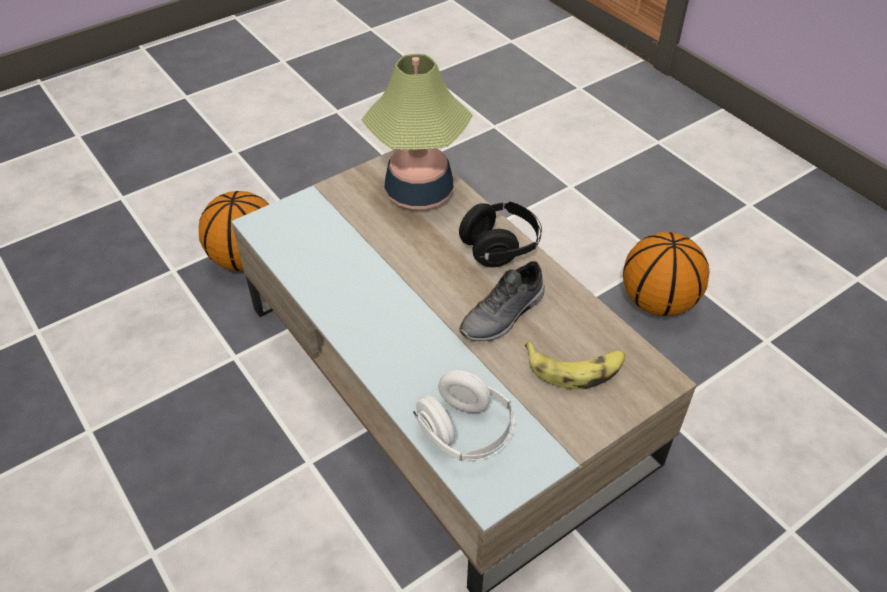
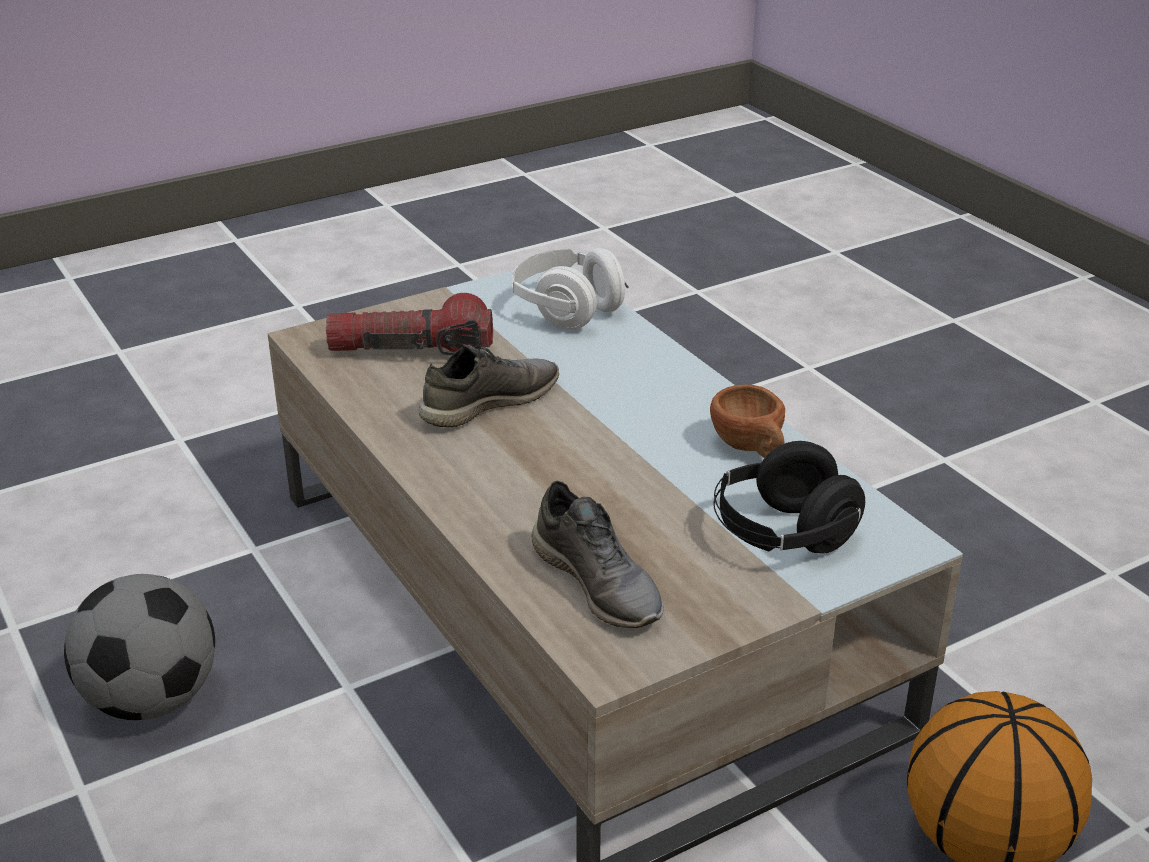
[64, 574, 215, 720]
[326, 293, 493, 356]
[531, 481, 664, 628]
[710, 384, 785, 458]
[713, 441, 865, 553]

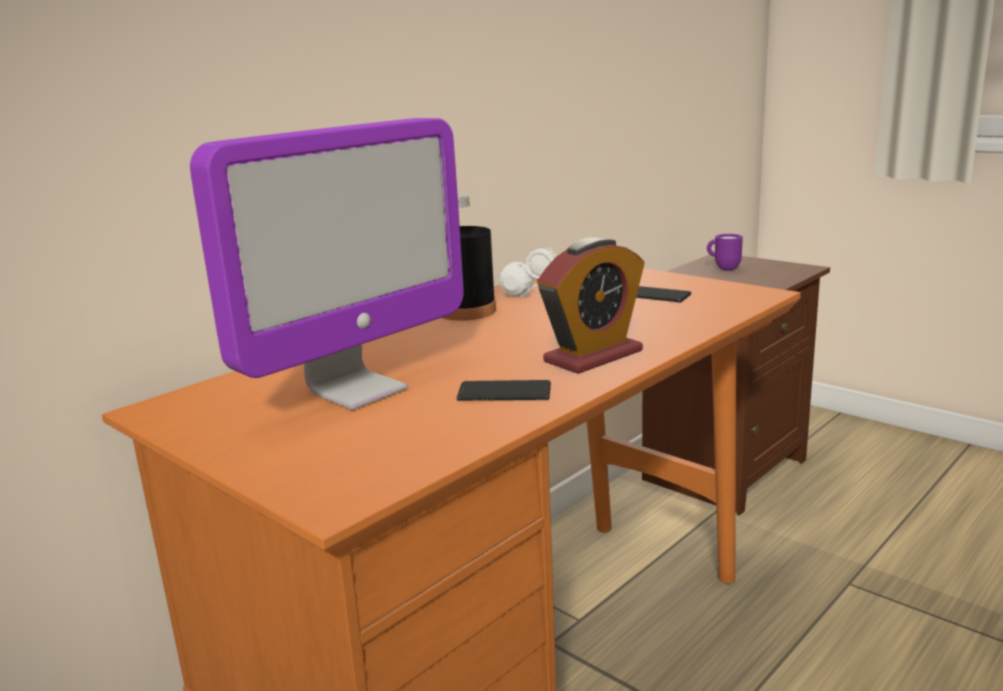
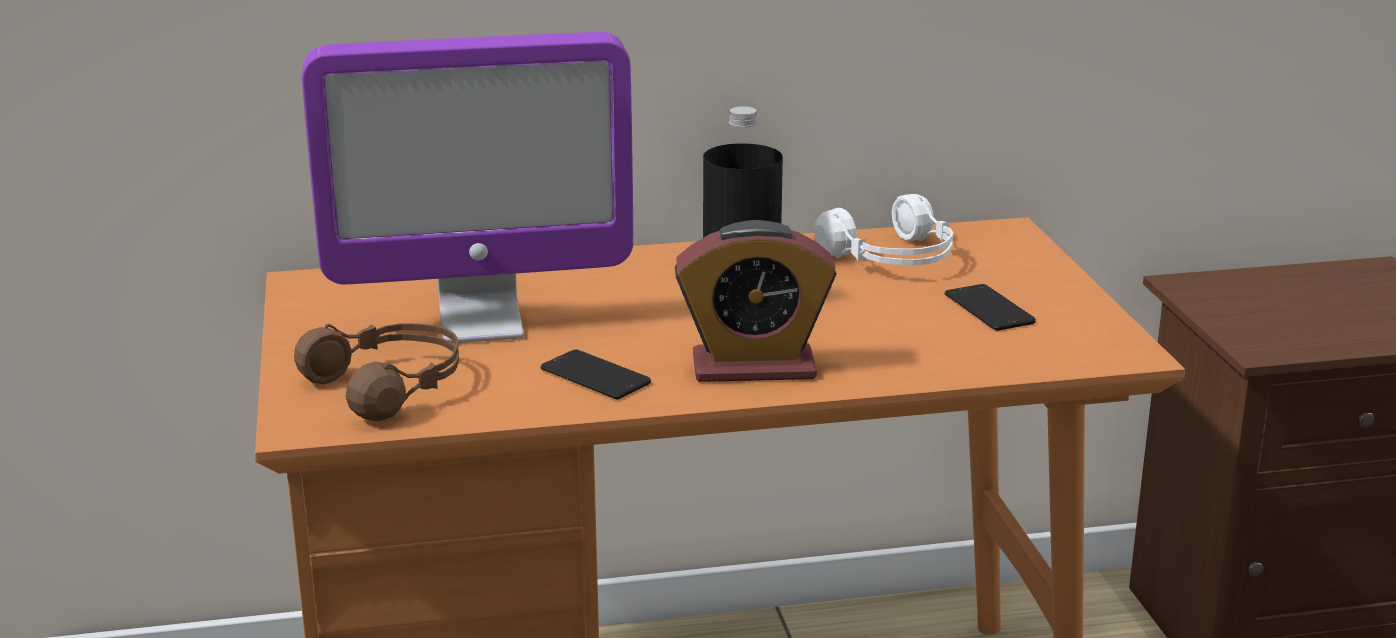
[294, 323, 459, 421]
[707, 234, 743, 271] (first image)

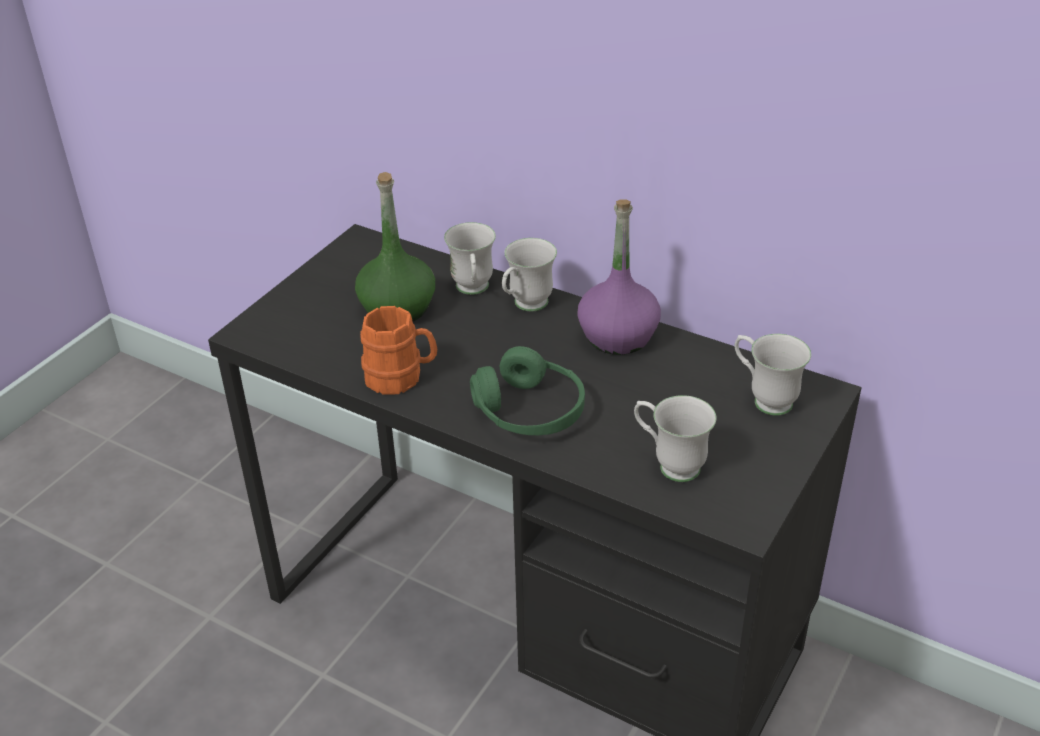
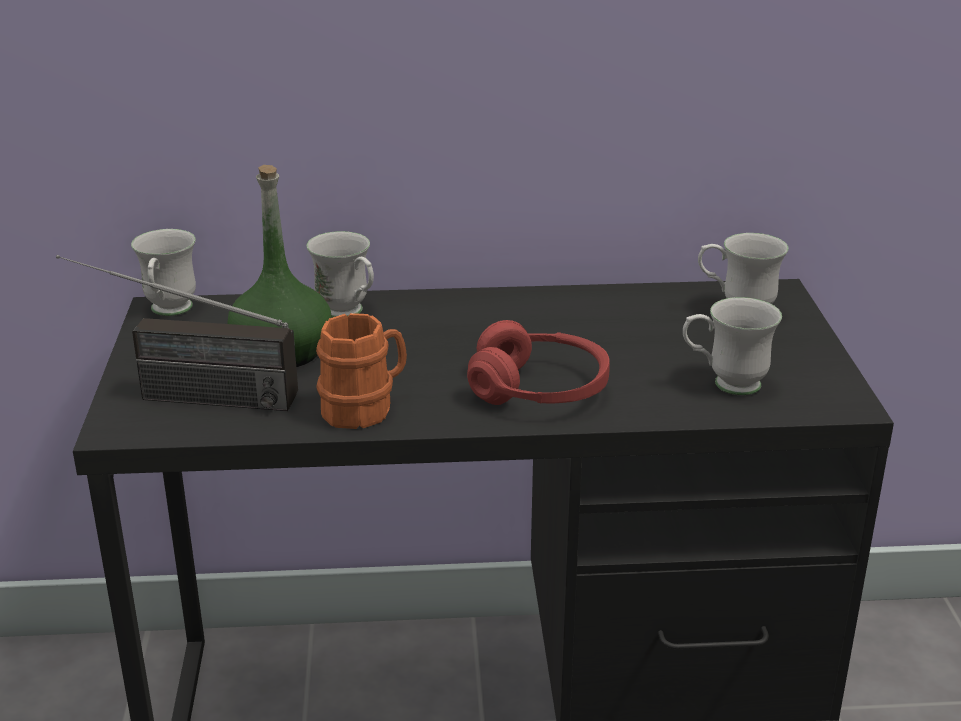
[56, 255, 298, 411]
[131, 229, 196, 316]
[467, 320, 610, 405]
[577, 199, 661, 355] (first image)

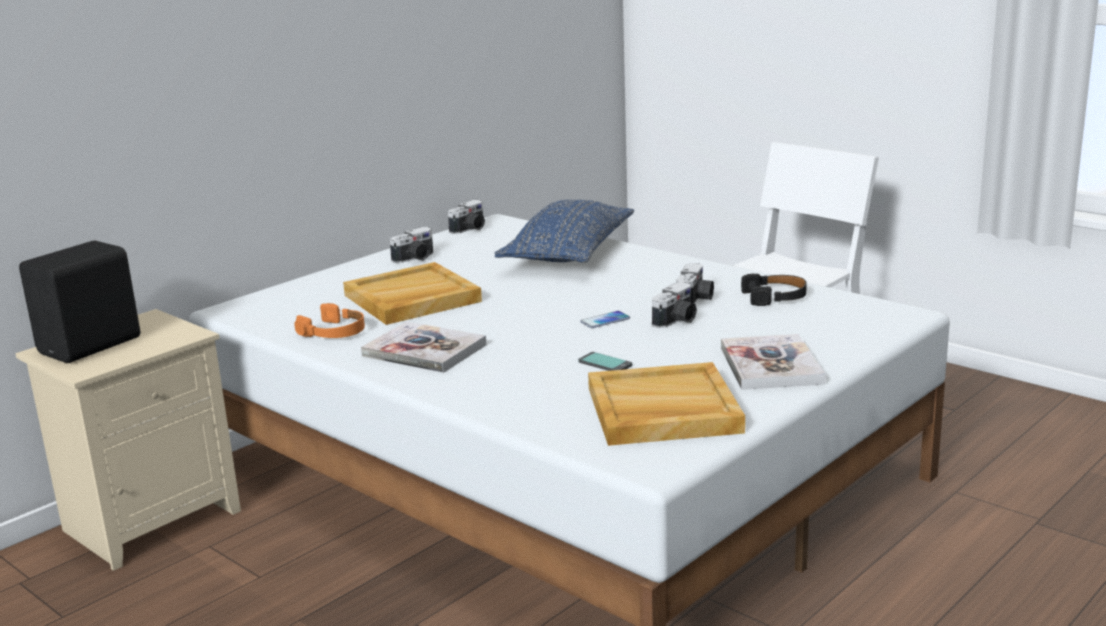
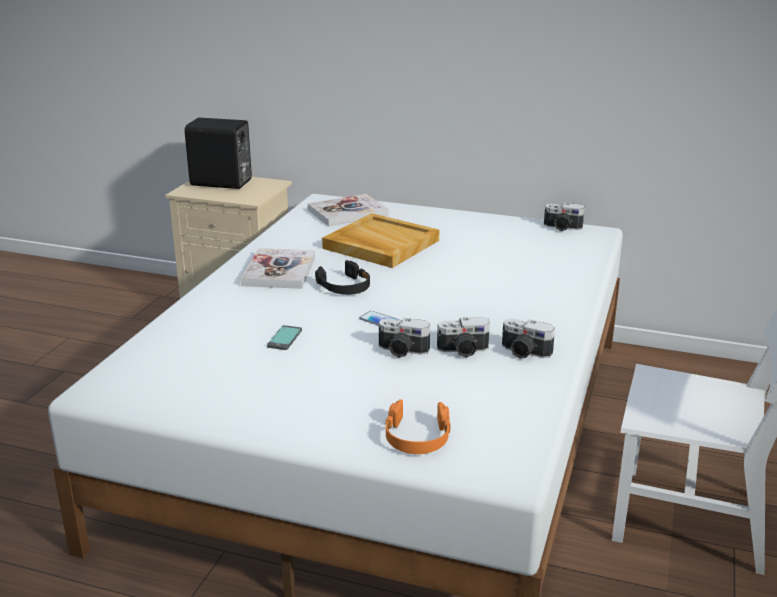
[308, 194, 389, 226]
[315, 260, 370, 295]
[385, 399, 450, 454]
[502, 319, 555, 359]
[495, 200, 634, 262] (first image)
[588, 362, 745, 446] (first image)

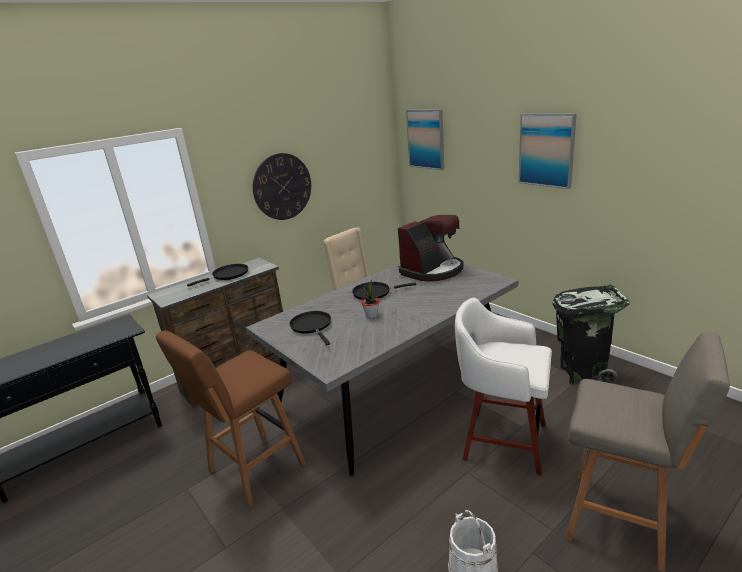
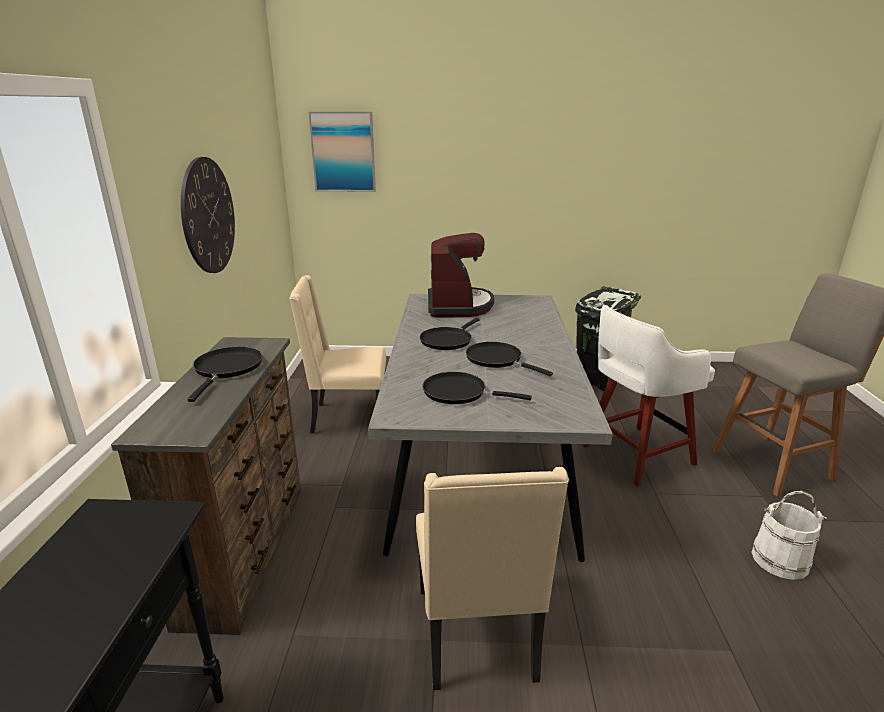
[416, 467, 569, 690]
[466, 342, 553, 376]
[519, 113, 577, 189] (first image)

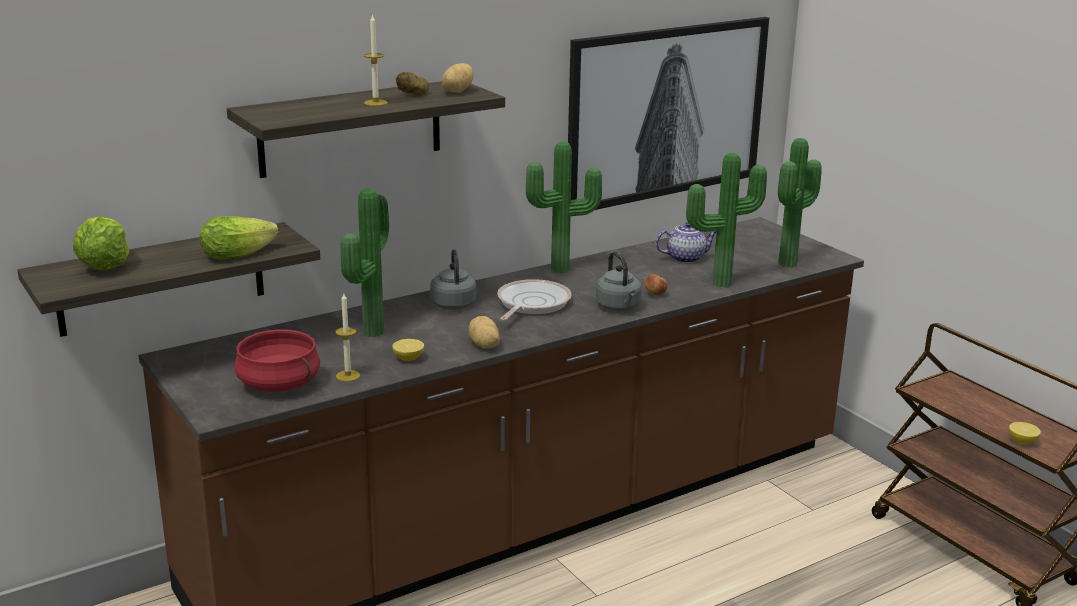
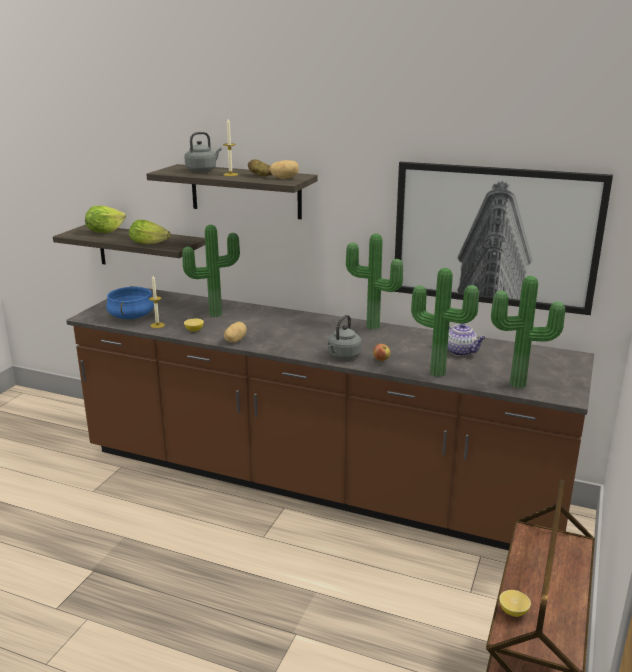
[106, 287, 154, 319]
[184, 132, 222, 172]
[497, 279, 572, 321] (first image)

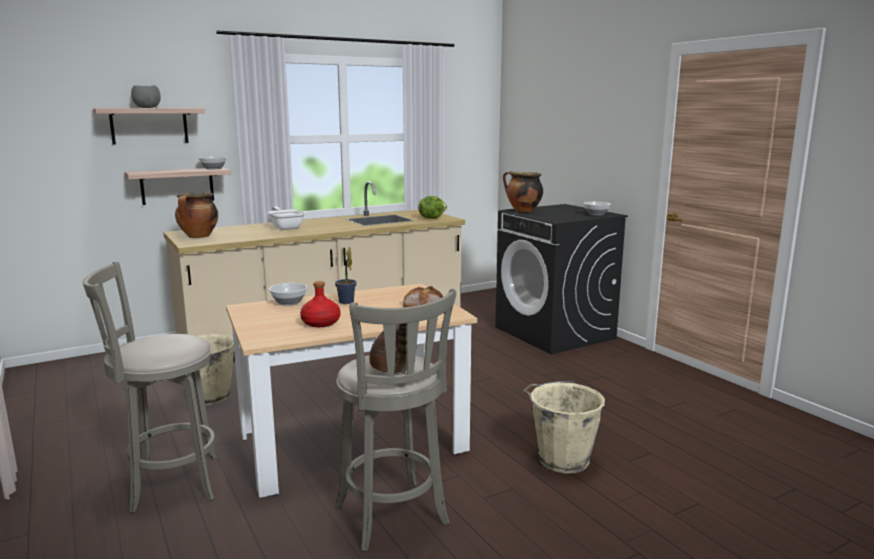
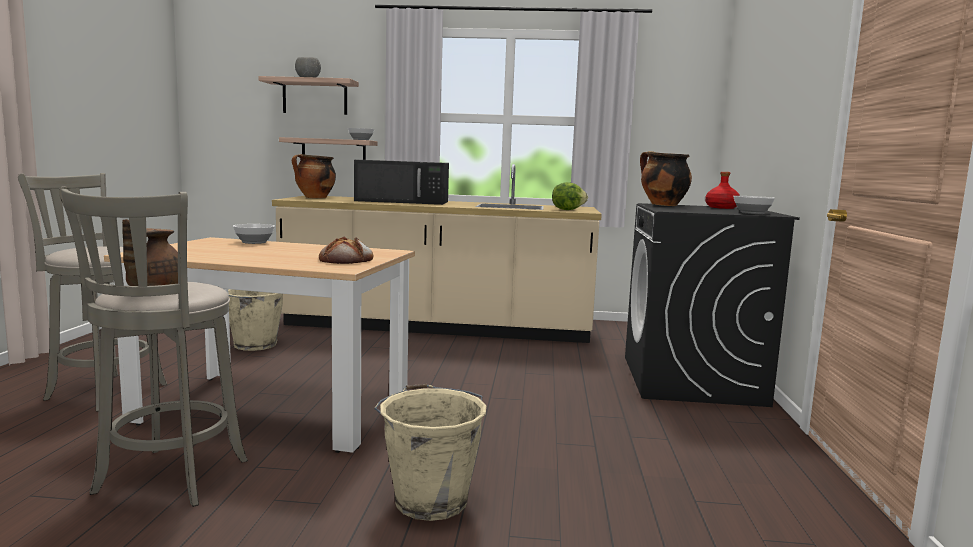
[354, 160, 449, 205]
[705, 172, 740, 209]
[335, 247, 357, 304] (first image)

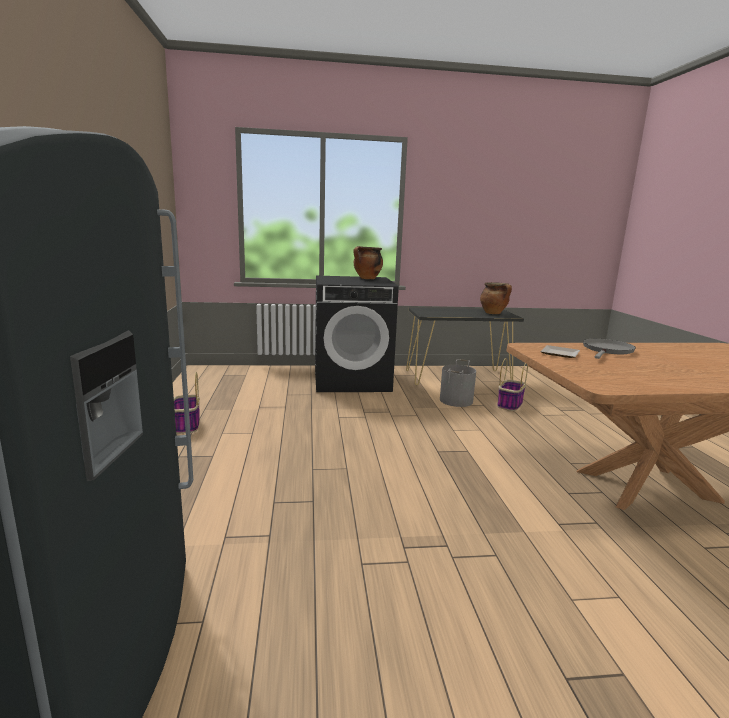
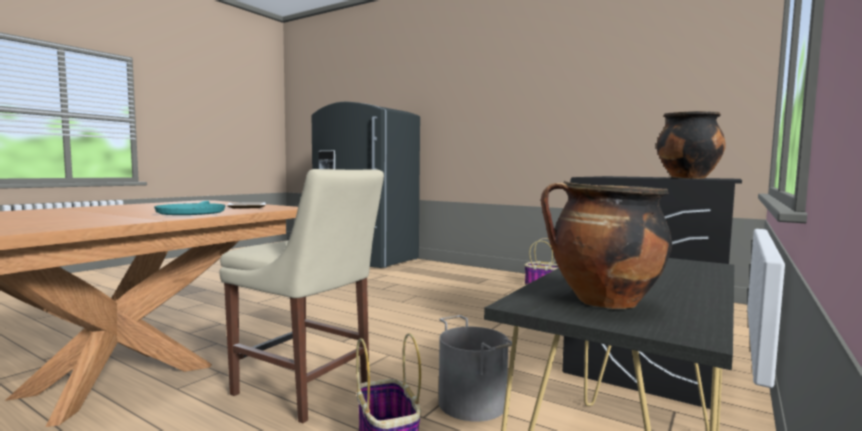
[154, 201, 226, 215]
[219, 169, 384, 423]

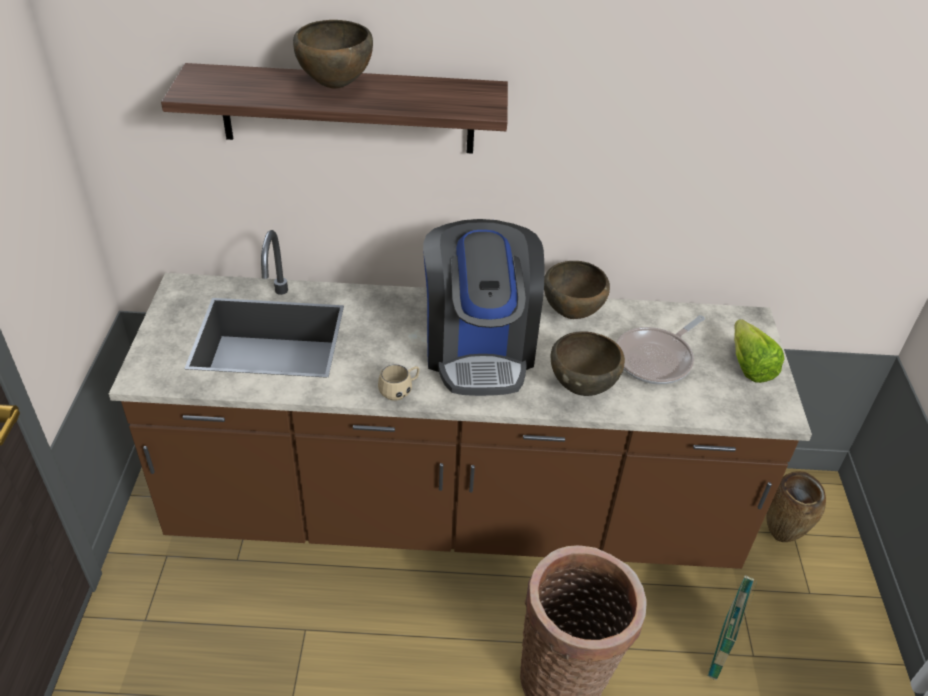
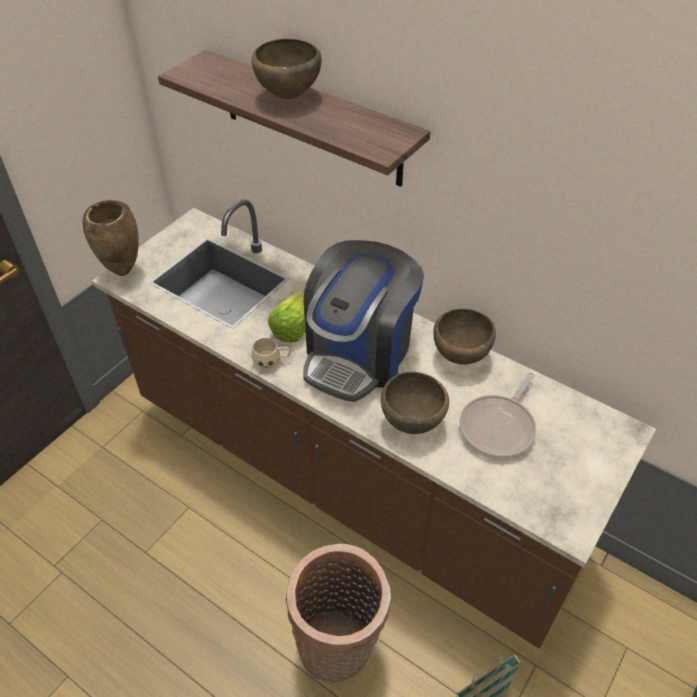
[82, 200, 139, 276]
[268, 289, 305, 342]
[459, 372, 536, 459]

